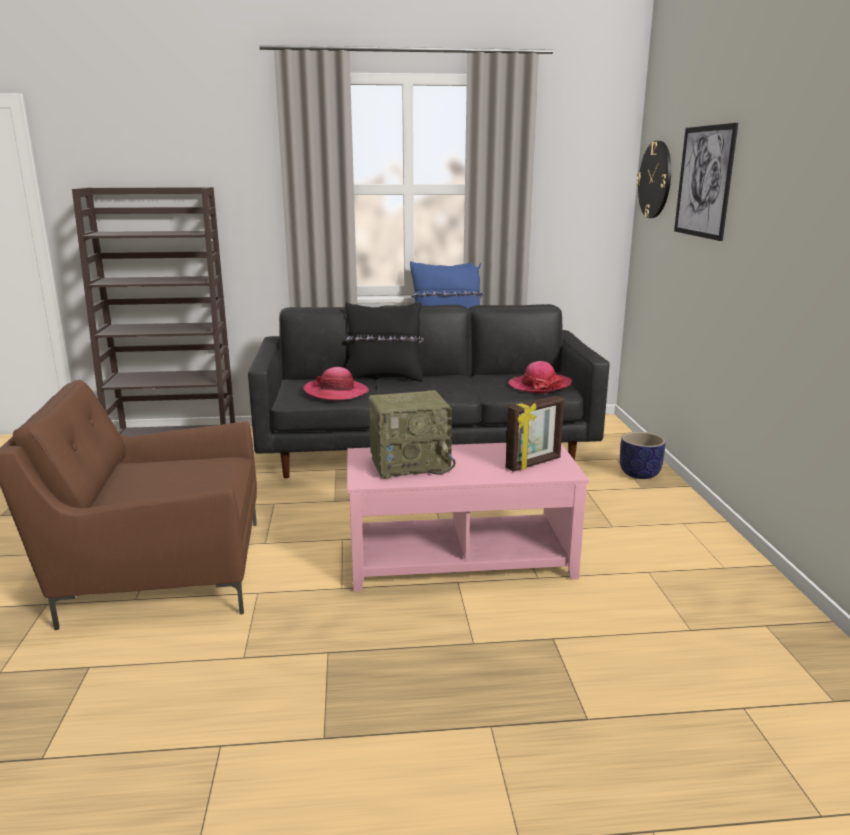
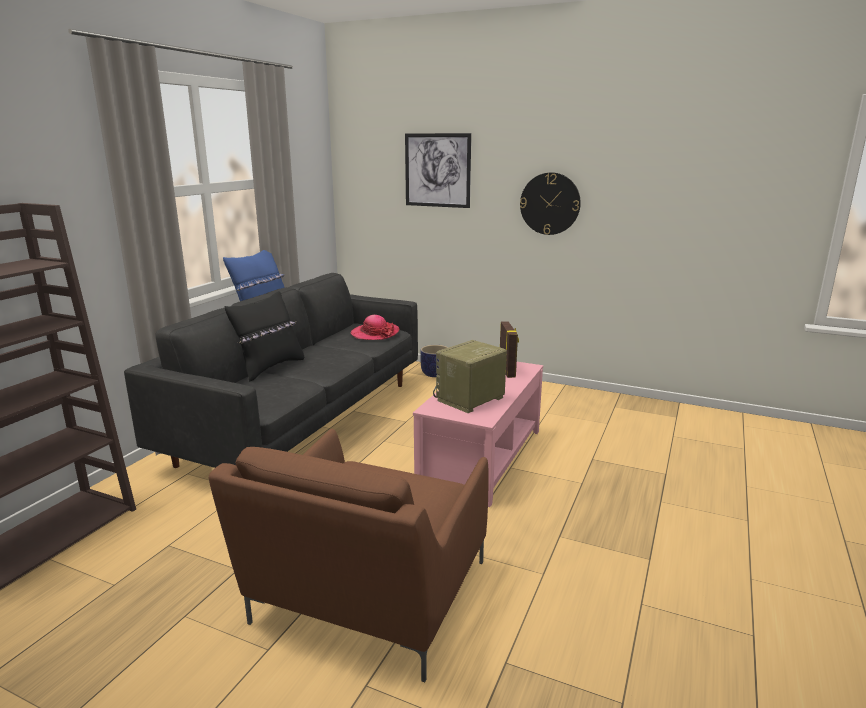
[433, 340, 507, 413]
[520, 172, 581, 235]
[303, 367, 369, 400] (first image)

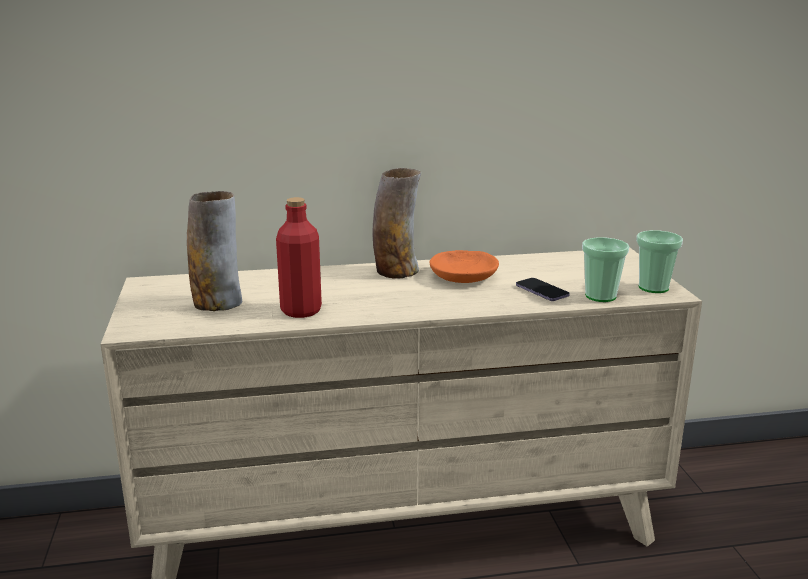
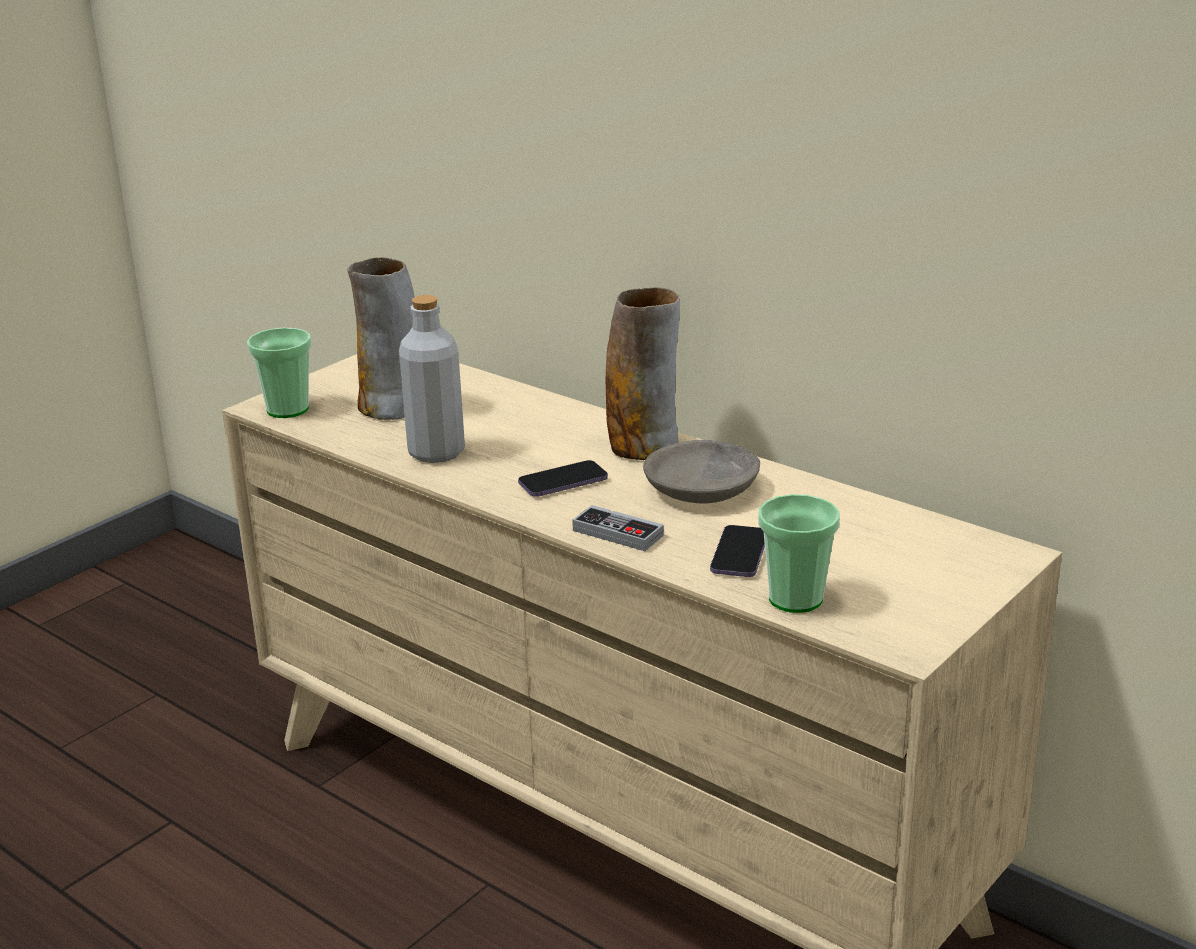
[247, 328, 311, 418]
[399, 295, 465, 463]
[518, 460, 608, 497]
[572, 505, 664, 551]
[643, 440, 760, 503]

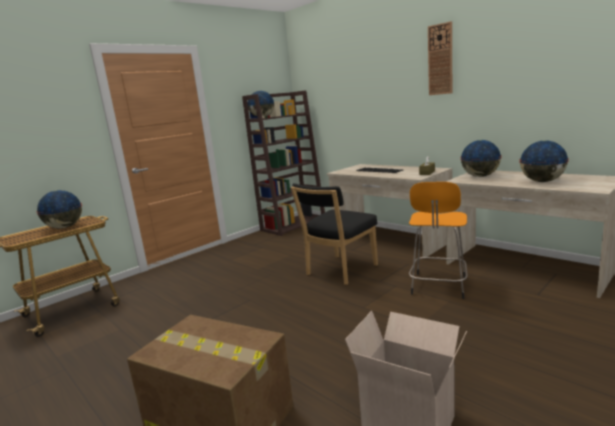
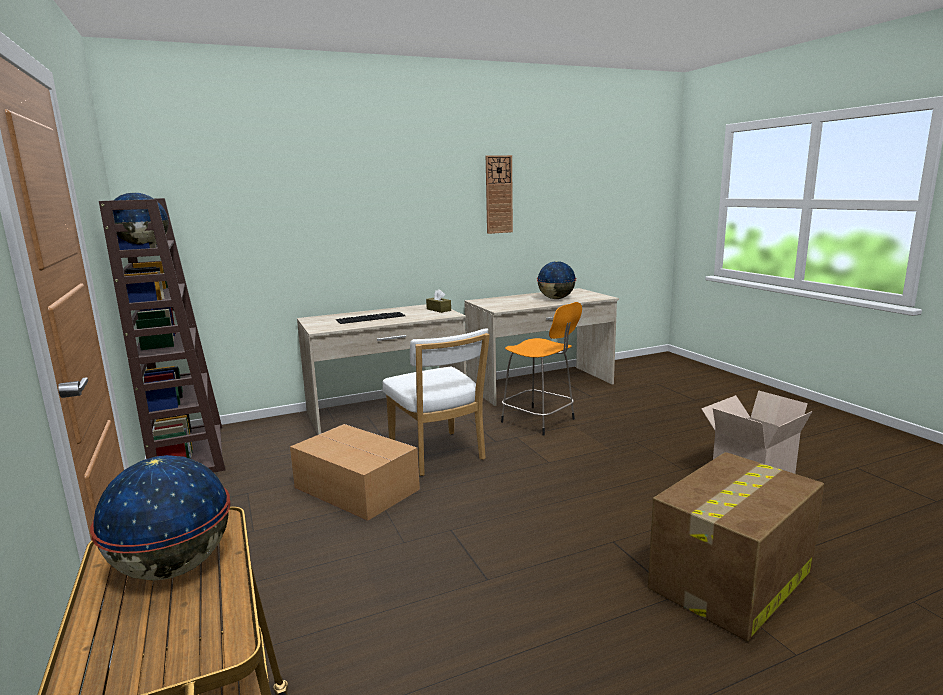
[290, 424, 420, 521]
[383, 328, 490, 476]
[486, 155, 513, 234]
[460, 140, 502, 177] (first image)

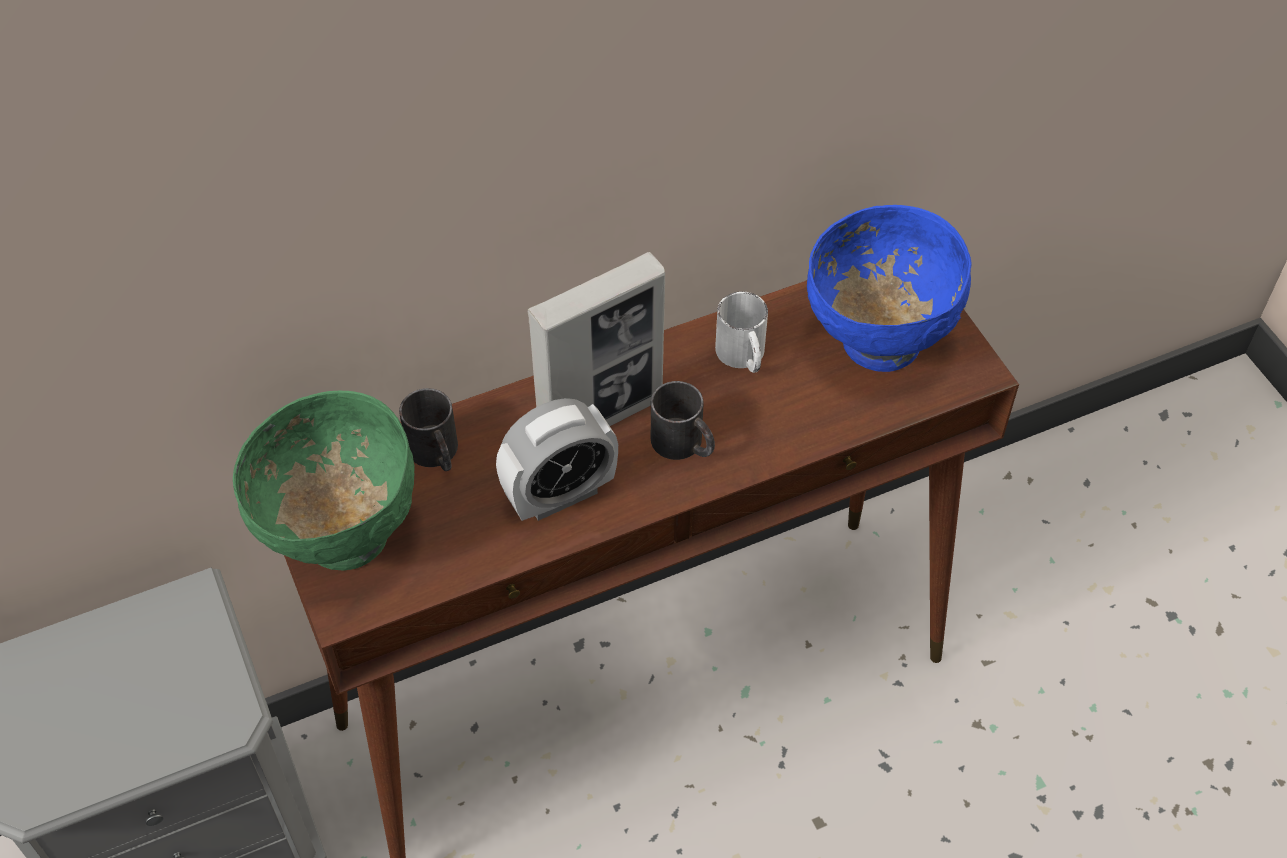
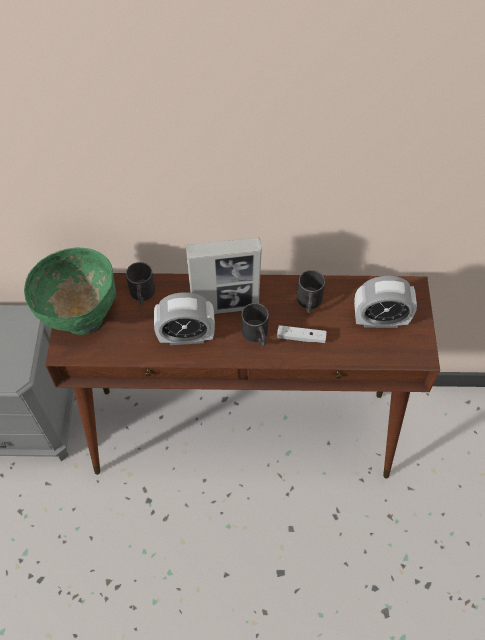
[277, 325, 327, 343]
[297, 270, 325, 313]
[354, 276, 417, 328]

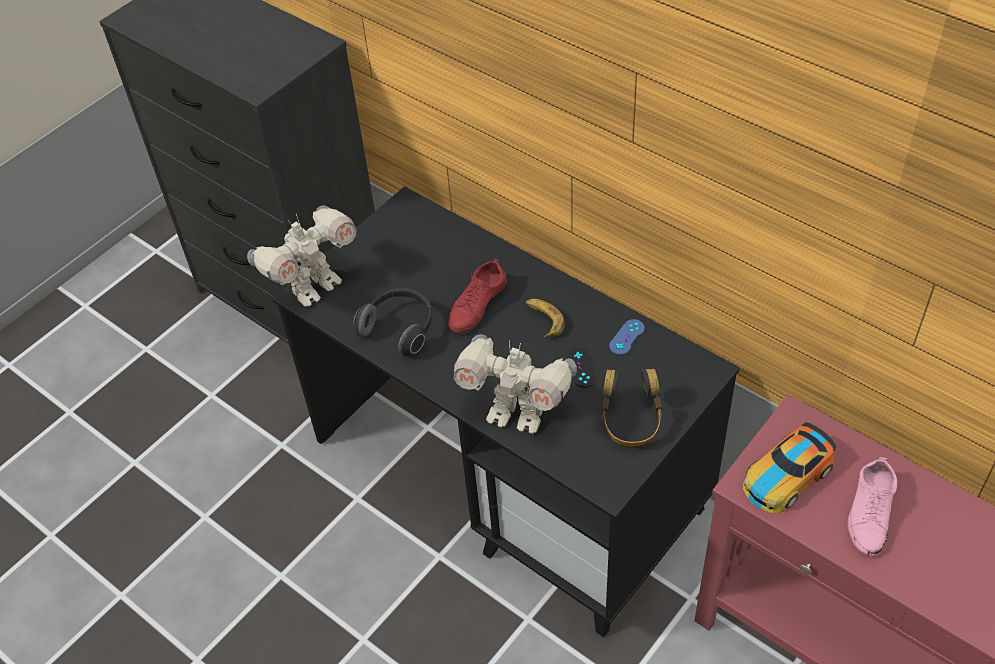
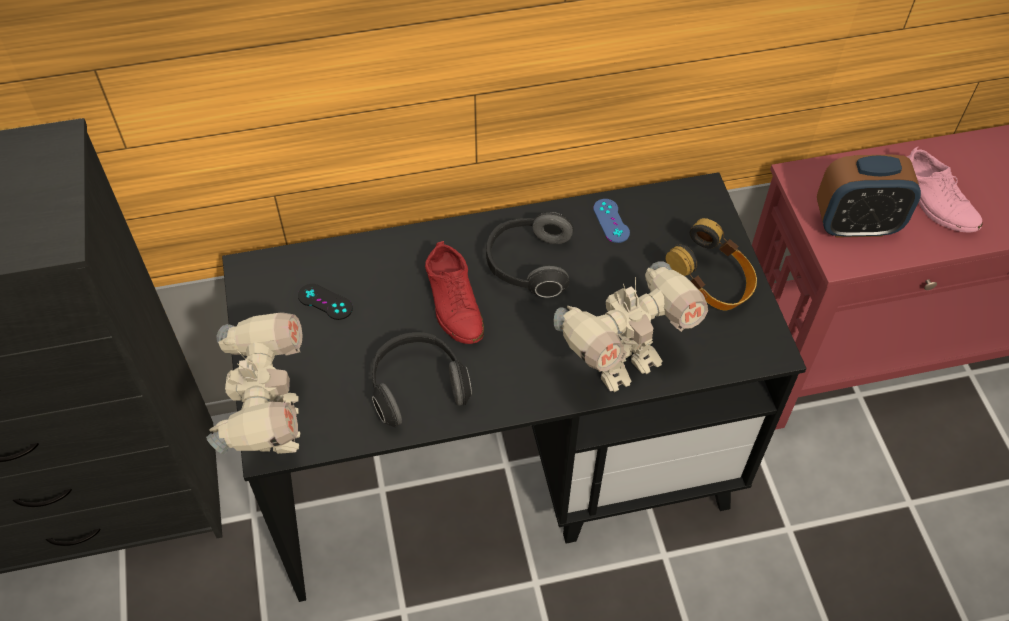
[298, 284, 353, 320]
[486, 212, 574, 298]
[817, 155, 921, 238]

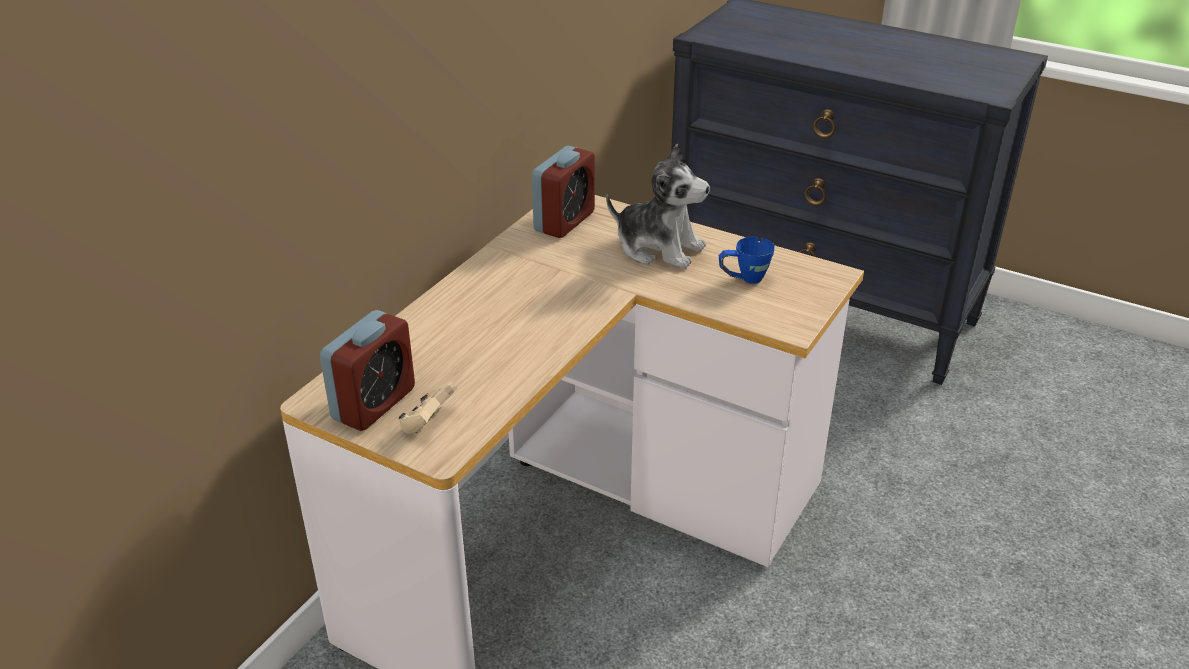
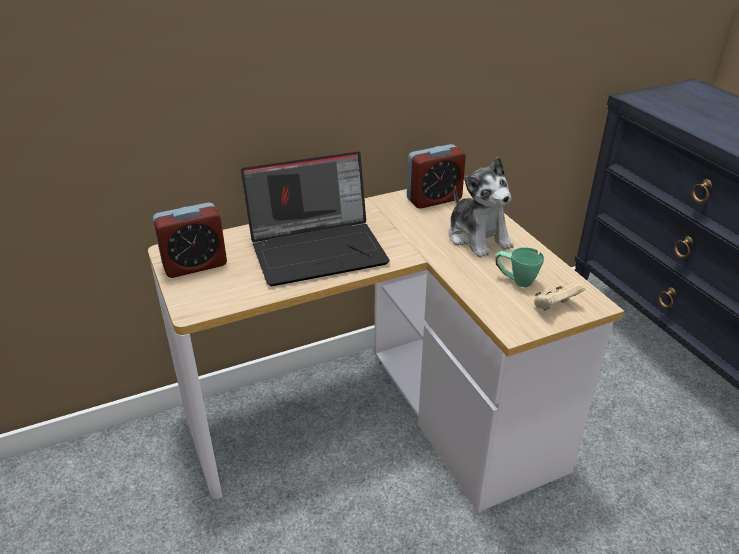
[241, 151, 390, 286]
[495, 247, 544, 287]
[534, 283, 585, 311]

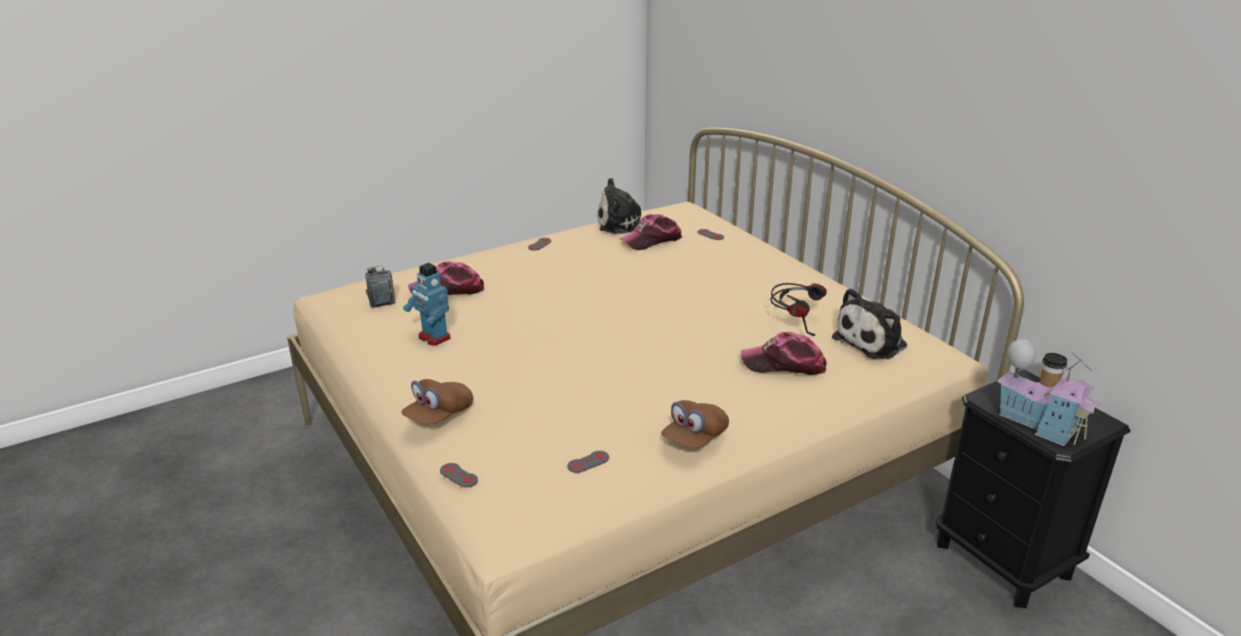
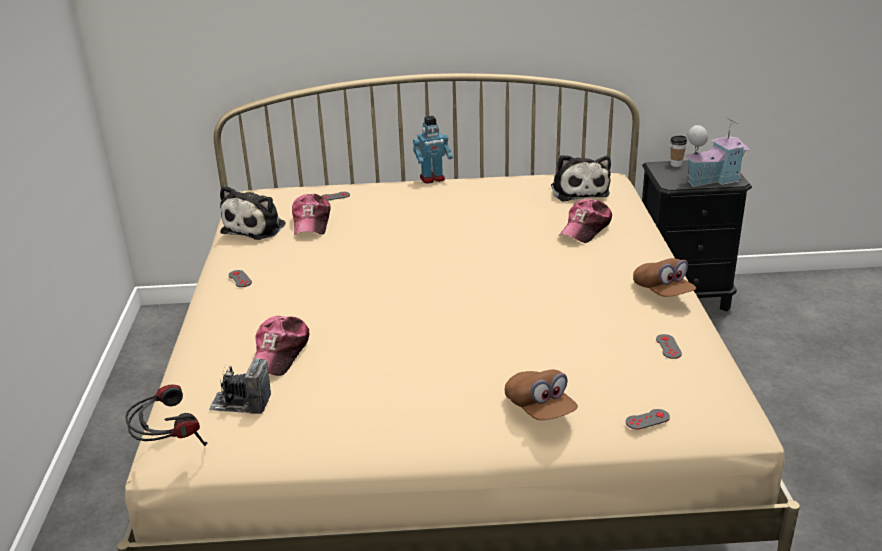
[125, 384, 207, 446]
[413, 116, 453, 183]

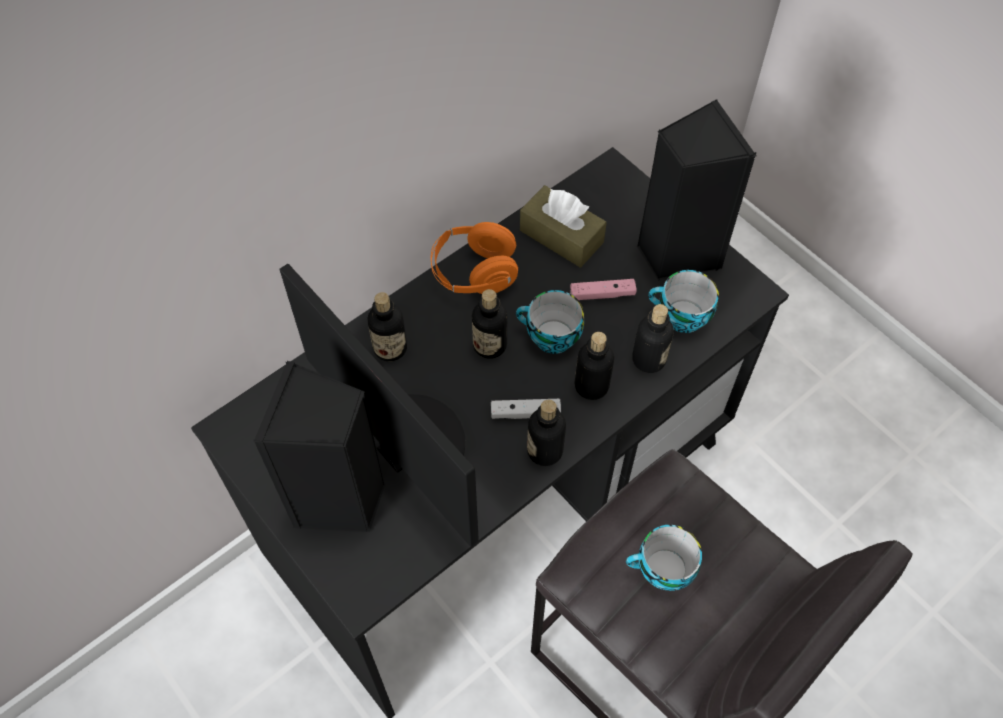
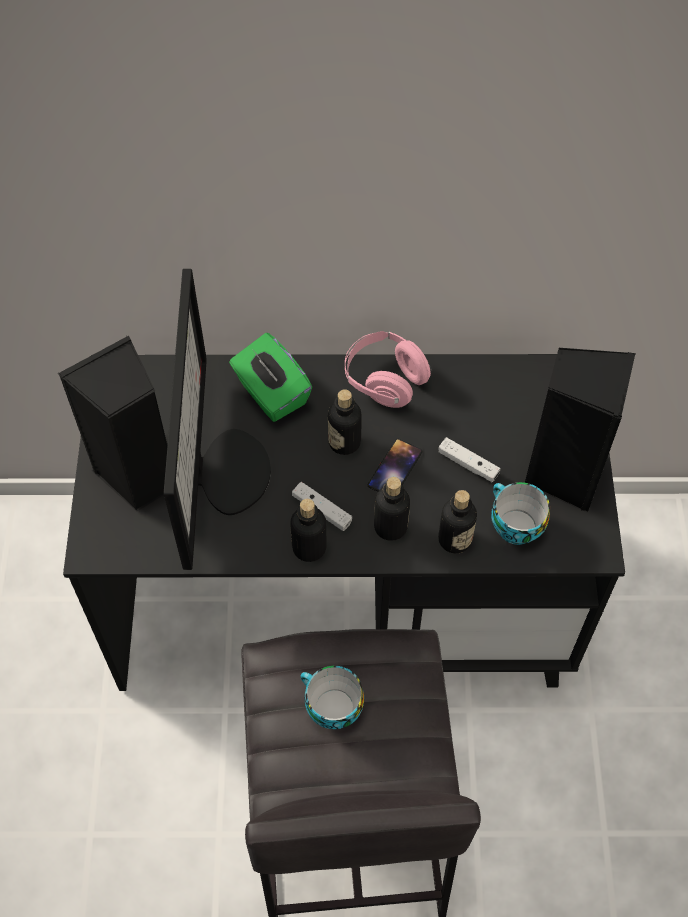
[229, 333, 313, 422]
[345, 331, 432, 408]
[368, 439, 422, 492]
[438, 437, 500, 482]
[520, 185, 607, 267] (first image)

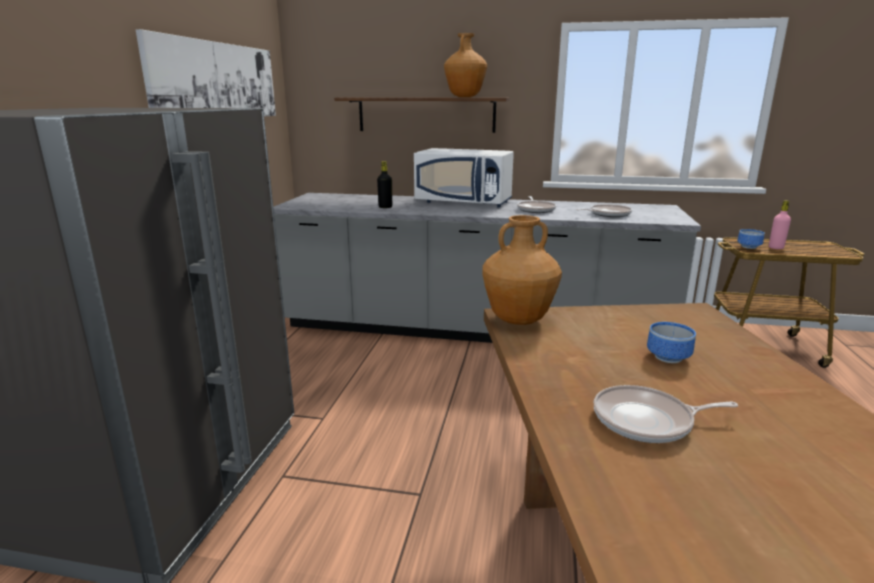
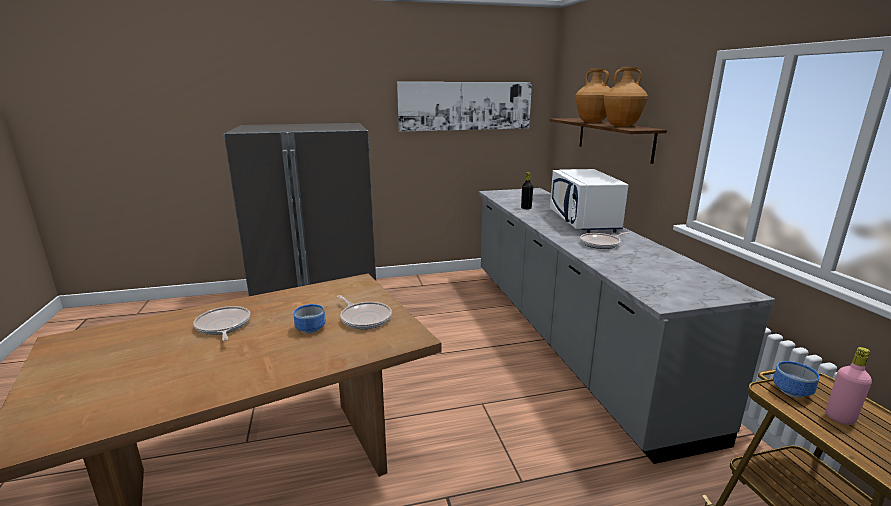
[337, 295, 392, 329]
[575, 68, 611, 123]

